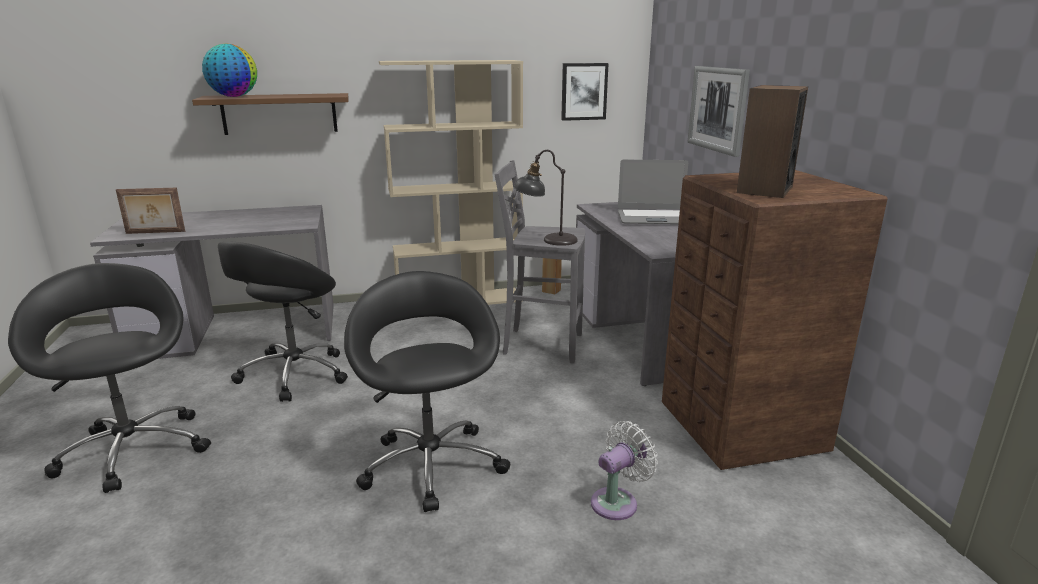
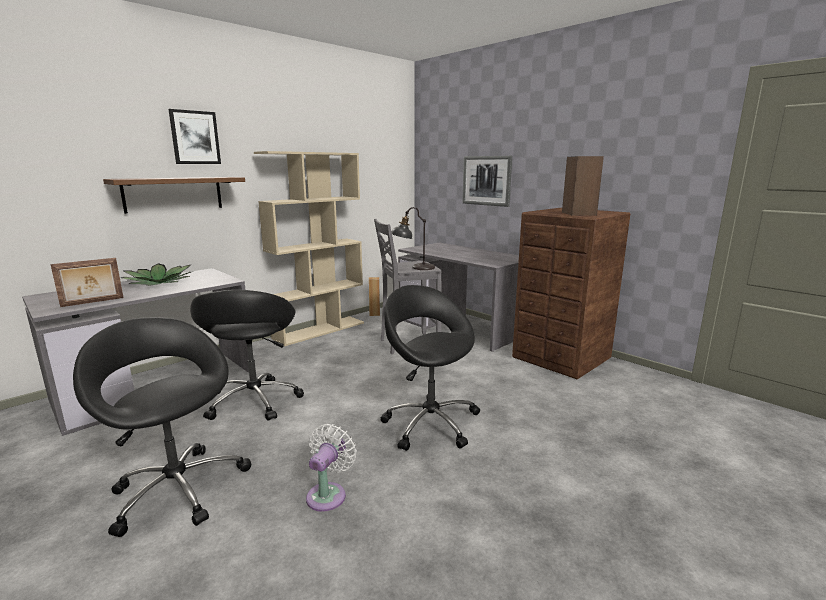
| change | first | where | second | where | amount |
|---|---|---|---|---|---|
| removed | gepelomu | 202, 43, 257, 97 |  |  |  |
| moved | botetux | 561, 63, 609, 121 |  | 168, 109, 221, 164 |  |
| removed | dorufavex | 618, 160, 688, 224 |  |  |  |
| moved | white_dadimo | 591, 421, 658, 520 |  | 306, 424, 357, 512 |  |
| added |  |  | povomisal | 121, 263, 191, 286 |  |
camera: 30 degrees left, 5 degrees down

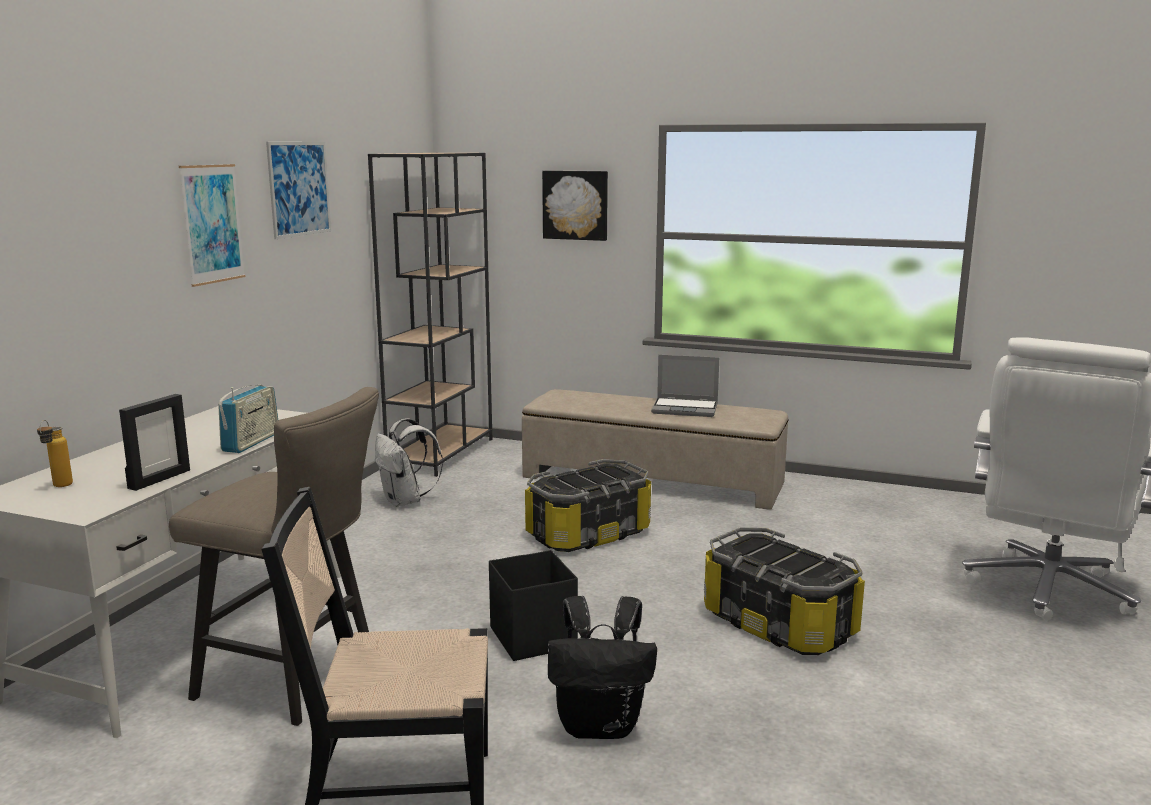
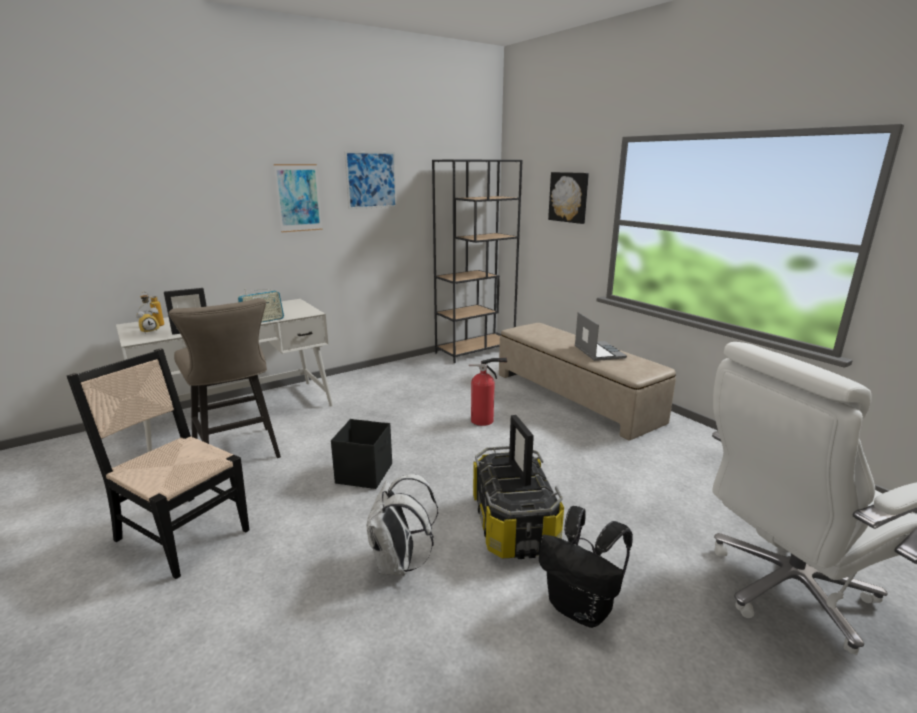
| change | first | where | second | where | amount |
|---|---|---|---|---|---|
| turned | dorufavex | 651, 355, 719, 417 |  | 575, 312, 627, 361 | 150 degrees counterclockwise |
| moved | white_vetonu | 375, 418, 443, 507 |  | 367, 474, 438, 576 |  |
| replaced | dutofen | 525, 459, 651, 552 | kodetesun | 469, 358, 507, 426 |  |
| moved | black_vetonu | 548, 596, 657, 739 |  | 539, 506, 633, 628 |  |
| added |  |  | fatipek | 136, 302, 160, 334 |  |
| added |  |  | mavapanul | 509, 415, 534, 486 |  |
camera: 35 degrees right, 5 degrees up

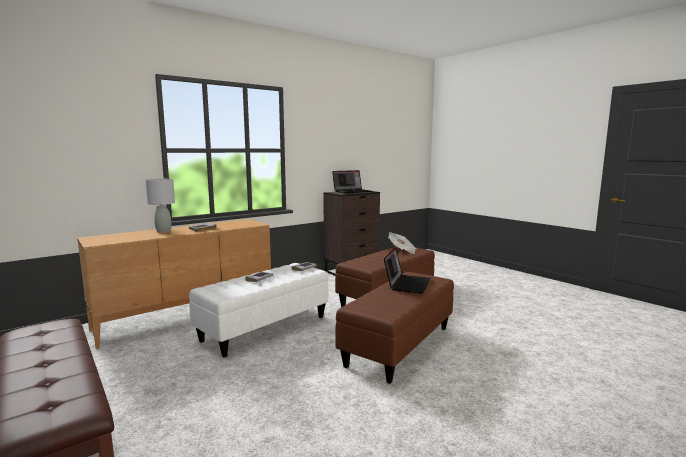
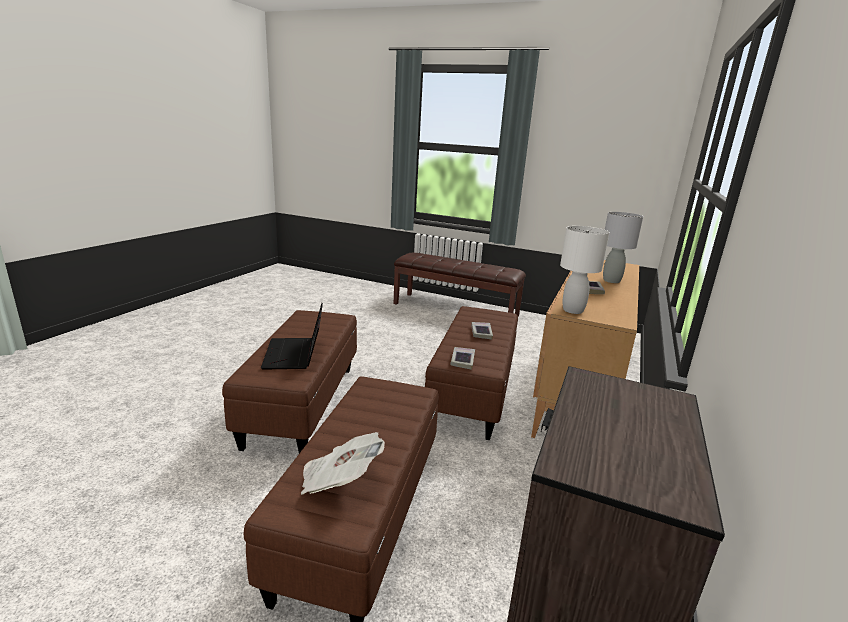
| change | first | where | second | where | amount |
|---|---|---|---|---|---|
| removed | dorufavex | 332, 170, 371, 193 |  |  |  |
| recoloured | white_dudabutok | 189, 263, 329, 357 | brown_dudabutok | 425, 306, 518, 440 |  |
| added |  |  | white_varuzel | 560, 226, 610, 314 |  |
camera: 150 degrees right, 10 degrees up

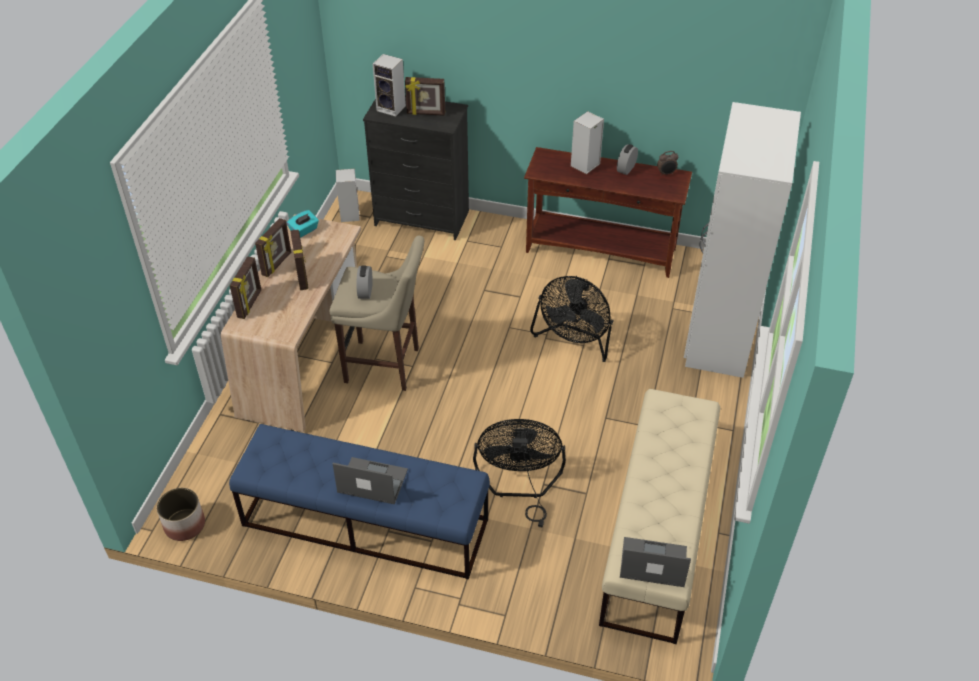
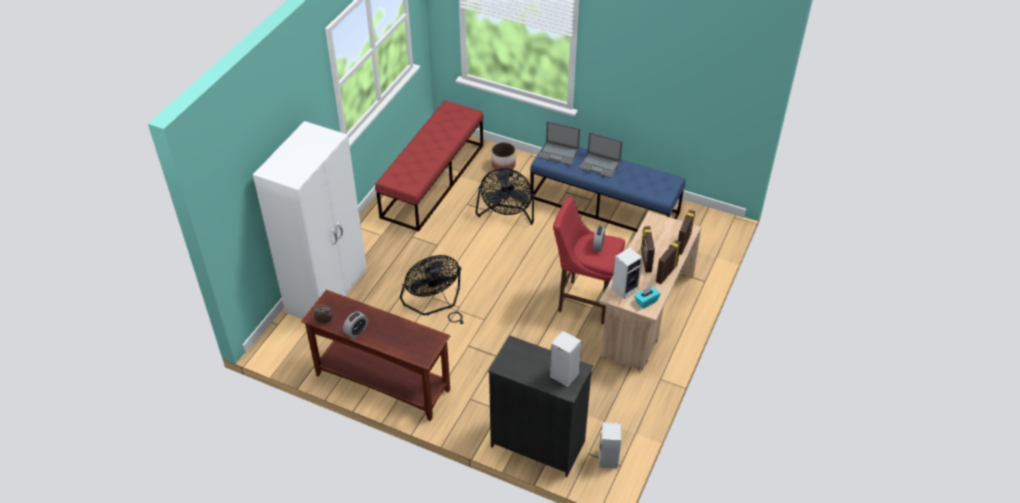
| change | first | where | second | where | amount |
|---|---|---|---|---|---|
| removed | mavapanul | 405, 77, 445, 116 |  |  |  |
| moved | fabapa | 571, 111, 604, 174 |  | 612, 247, 643, 299 |  |
| recoloured | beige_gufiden | 330, 236, 424, 391 | red_gufiden | 553, 197, 625, 324 |  |
| turned | black_dadimo | 530, 276, 614, 362 |  | 400, 255, 463, 325 | 60 degrees counterclockwise |
| recoloured | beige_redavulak | 599, 389, 720, 644 | red_redavulak | 375, 101, 484, 232 |  |
| moved | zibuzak | 157, 488, 205, 541 |  | 492, 142, 516, 172 |  |
| moved | dorufavex | 620, 537, 691, 587 |  | 538, 121, 580, 165 |  |
camera: 170 degrees left, 0 degrees up

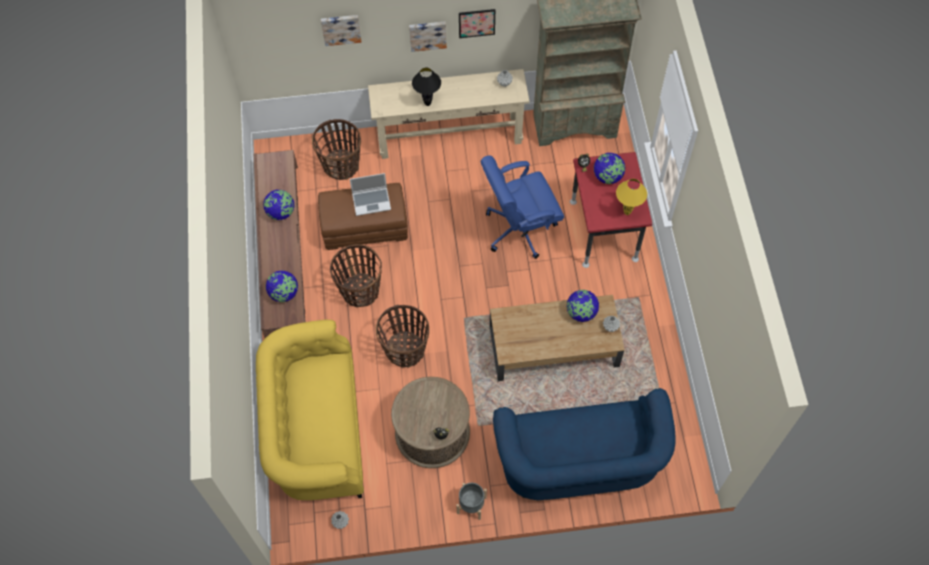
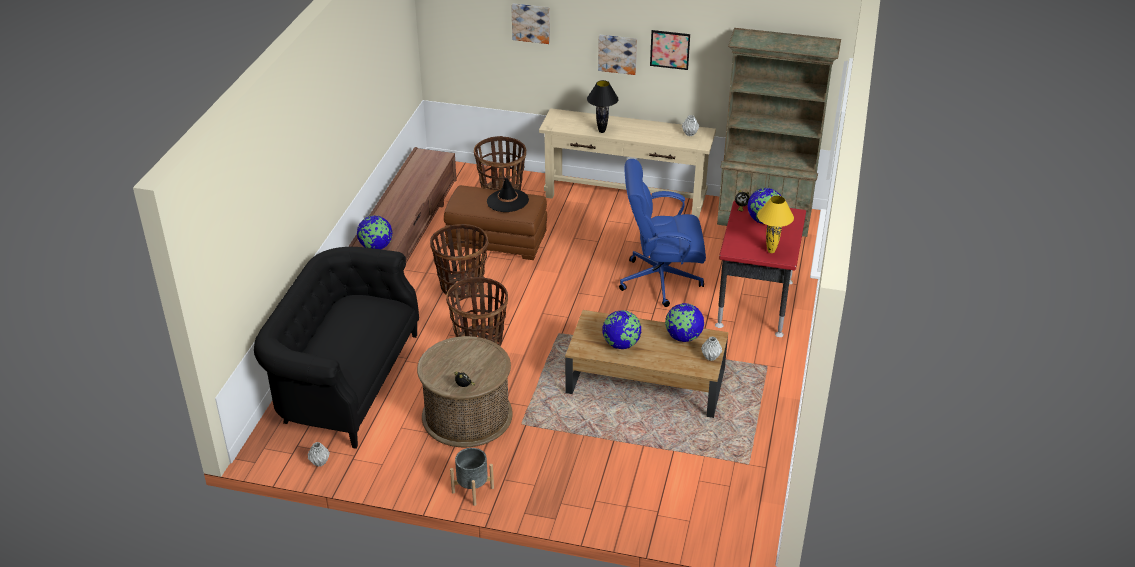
| change | first | where | second | where | amount |
|---|---|---|---|---|---|
| replaced | dorufavex | 350, 173, 391, 216 | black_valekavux | 487, 178, 529, 212 |  |
| moved | gepelomu | 263, 190, 295, 220 |  | 602, 310, 641, 349 |  |
| recoloured | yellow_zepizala | 256, 320, 364, 500 | black_zepizala | 254, 247, 419, 449 |  |
| removed | blue_zepizala | 493, 388, 676, 500 |  |  |  |
camera: 20 degrees right, 25 degrees down

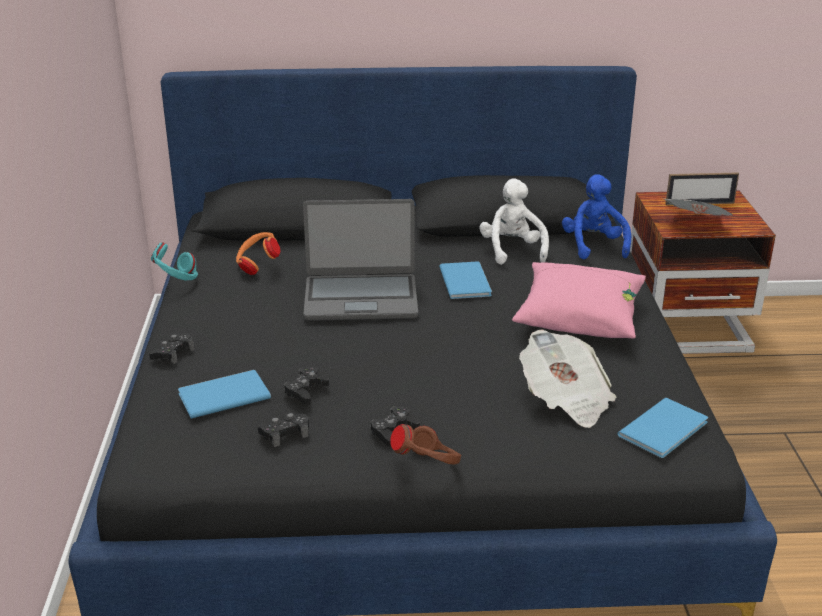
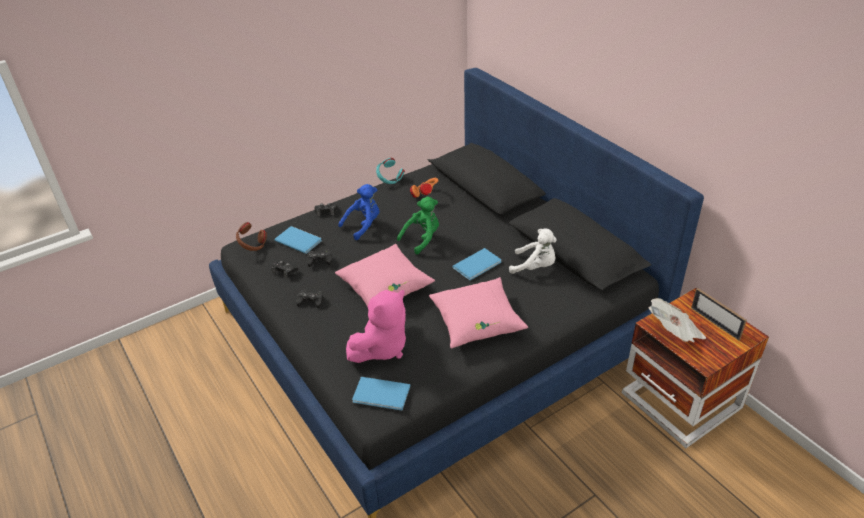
| change | first | where | second | where | amount |
|---|---|---|---|---|---|
| moved | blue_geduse | 562, 174, 631, 259 |  | 338, 184, 379, 240 |  |
| turned | white_geduse | 479, 179, 549, 265 |  | 509, 228, 557, 274 | 60 degrees clockwise |
| replaced | dorufavex | 303, 199, 418, 321 | green_geduse | 397, 197, 439, 255 |  |
| replaced | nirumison | 519, 330, 616, 428 | pink_geduse | 346, 290, 406, 363 |  |
| moved | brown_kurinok | 390, 424, 461, 465 |  | 236, 222, 267, 251 |  |
| added |  |  | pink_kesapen | 335, 244, 435, 307 |  |
camera: 60 degrees right, 10 degrees up

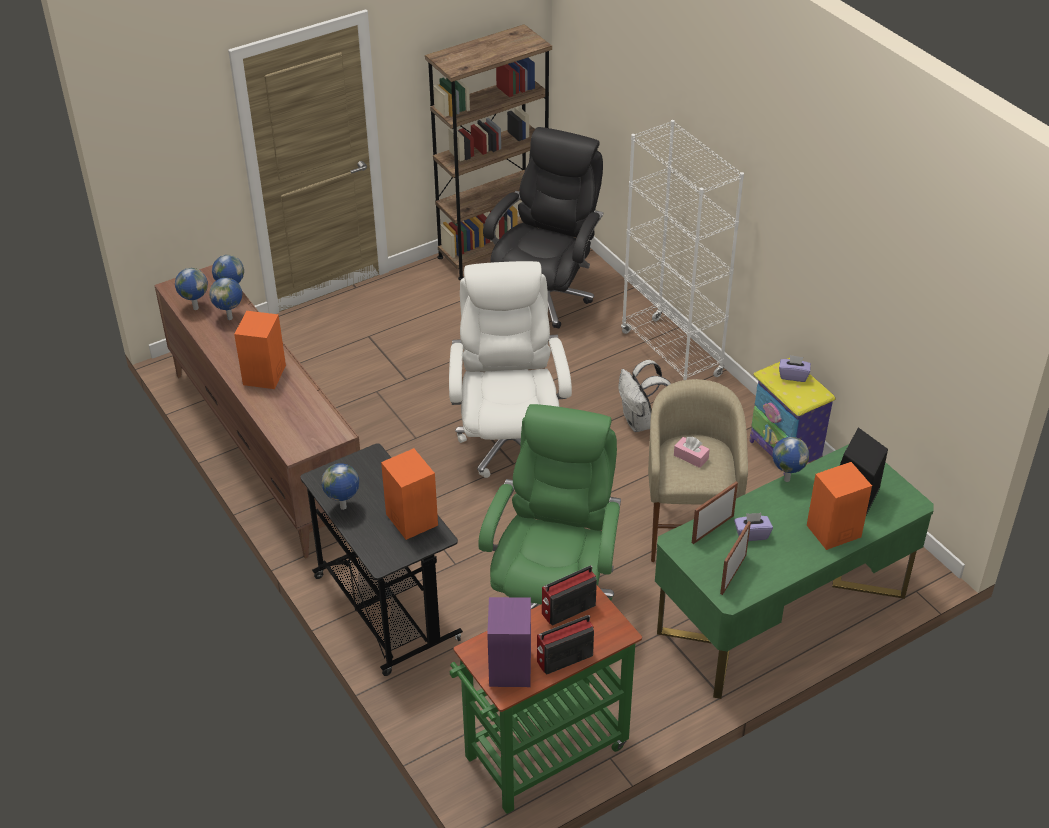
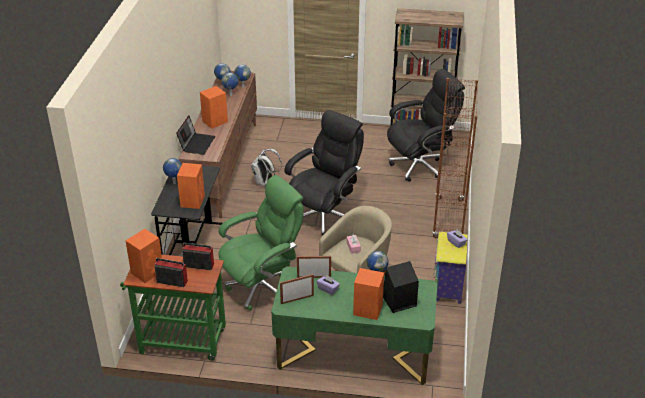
| change | first | where | second | where | amount |
|---|---|---|---|---|---|
| recoloured | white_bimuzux | 621, 120, 744, 380 | brown_bimuzux | 432, 78, 478, 238 |  |
| recoloured | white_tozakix | 449, 261, 572, 478 | black_tozakix | 284, 110, 364, 235 |  |
| moved | white_vetonu | 618, 360, 671, 432 |  | 251, 149, 282, 186 |  |
| recoloured | purple_fabapa | 487, 597, 531, 687 | orange_fabapa | 125, 229, 162, 283 |  |
| added |  |  | dorufavex | 176, 116, 215, 155 |  |
camera: 40 degrees right, 5 degrees down

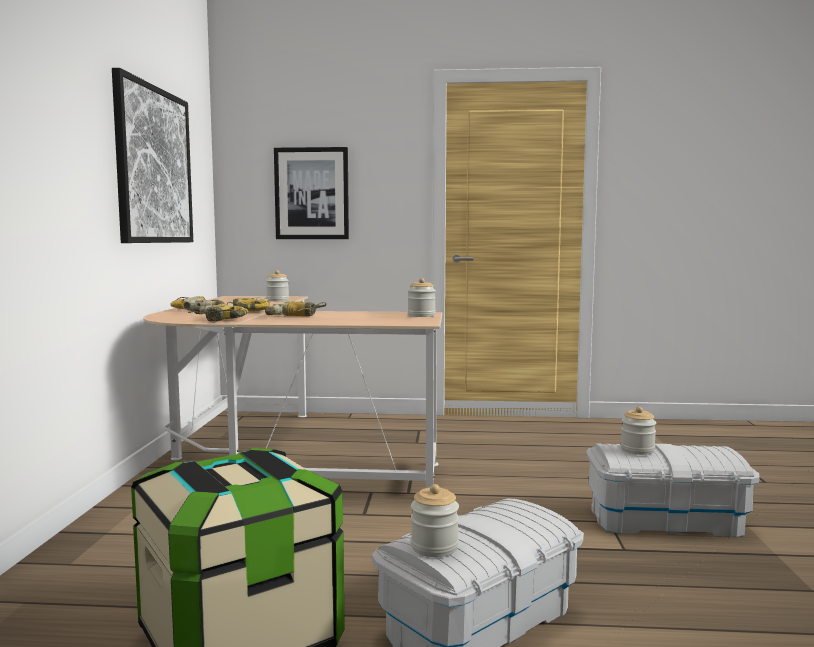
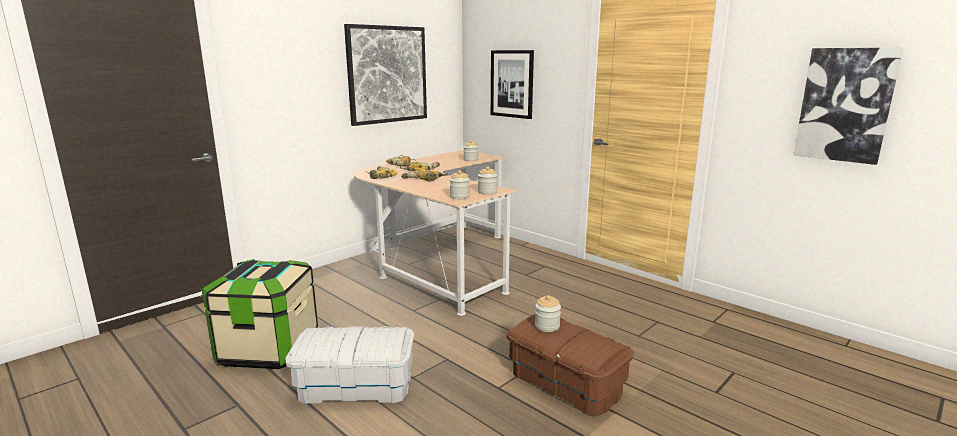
| change | first | where | second | where | amount |
|---|---|---|---|---|---|
| recoloured | white_dutofen | 586, 444, 760, 537 | brown_dutofen | 506, 314, 634, 417 |  |
| moved | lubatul | 411, 484, 459, 557 |  | 450, 170, 470, 199 |  |
| added |  |  | botetux | 793, 48, 903, 165 |  |
camera: 40 degrees right, 10 degrees up

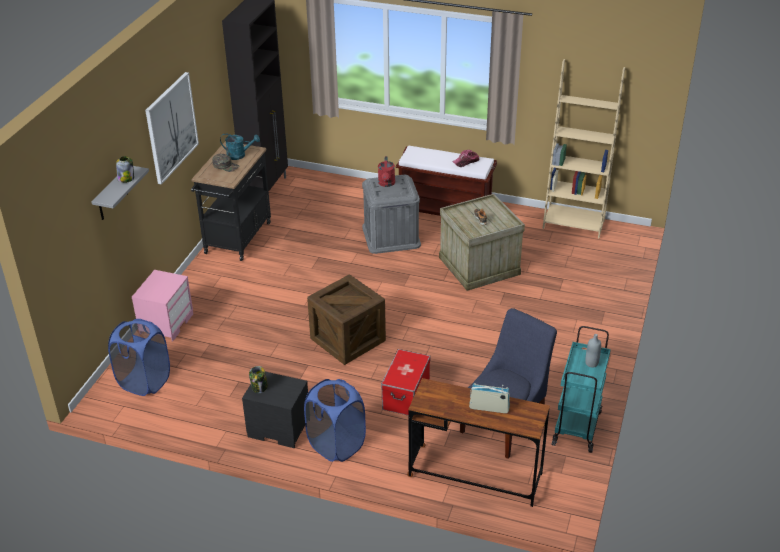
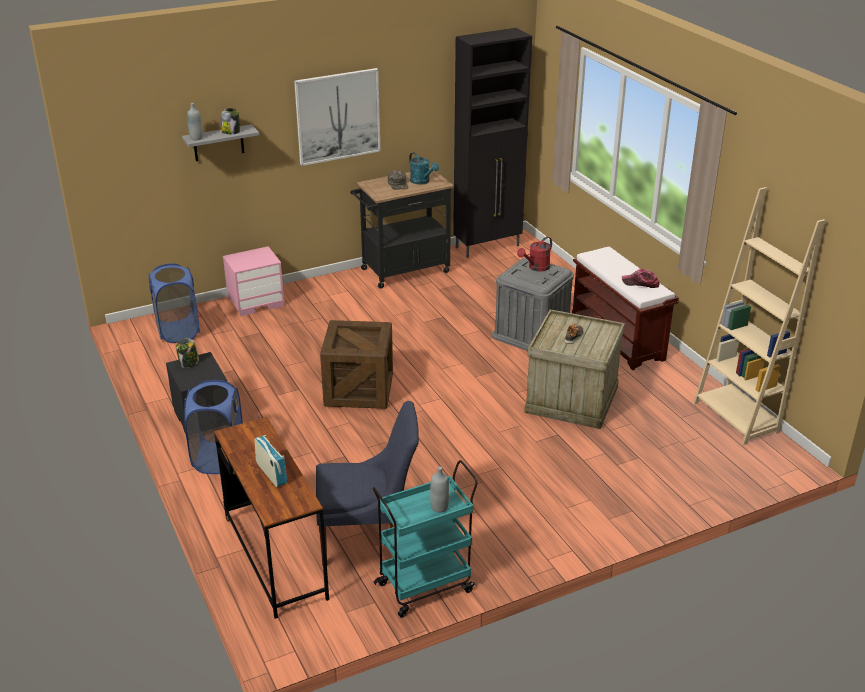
| change | first | where | second | where | amount |
|---|---|---|---|---|---|
| removed | dutofen | 381, 349, 430, 415 |  |  |  |
| added |  |  | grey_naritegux | 187, 103, 203, 141 |  |
camera: 45 degrees right, 5 degrees down

